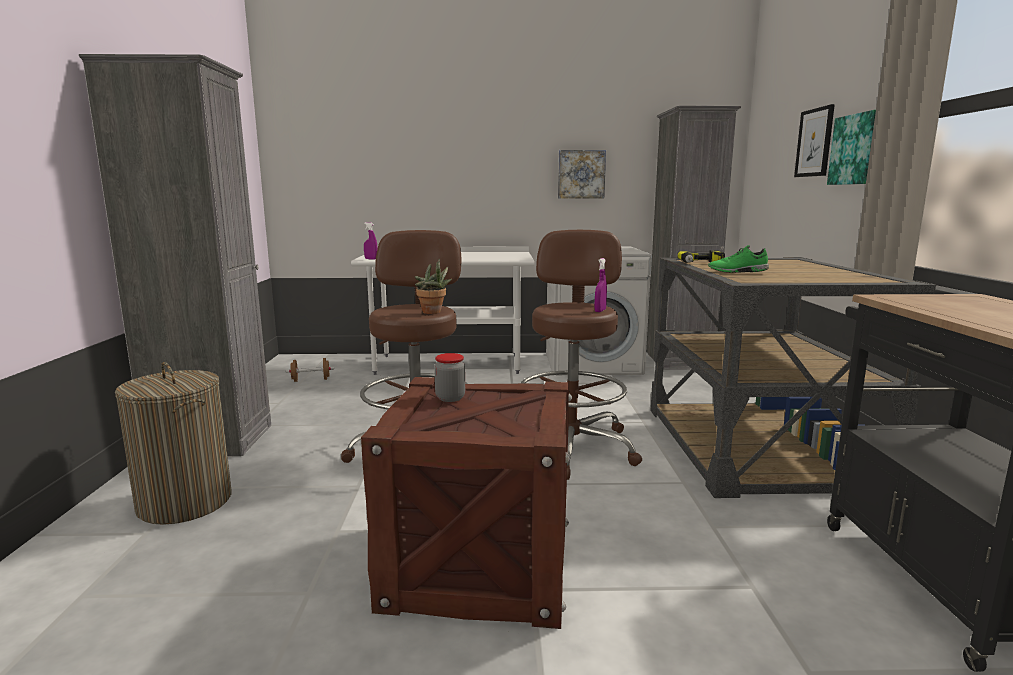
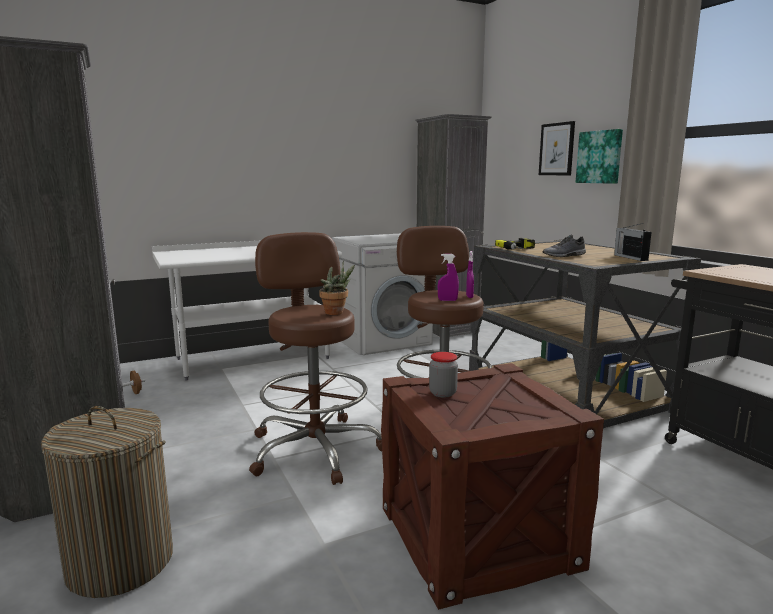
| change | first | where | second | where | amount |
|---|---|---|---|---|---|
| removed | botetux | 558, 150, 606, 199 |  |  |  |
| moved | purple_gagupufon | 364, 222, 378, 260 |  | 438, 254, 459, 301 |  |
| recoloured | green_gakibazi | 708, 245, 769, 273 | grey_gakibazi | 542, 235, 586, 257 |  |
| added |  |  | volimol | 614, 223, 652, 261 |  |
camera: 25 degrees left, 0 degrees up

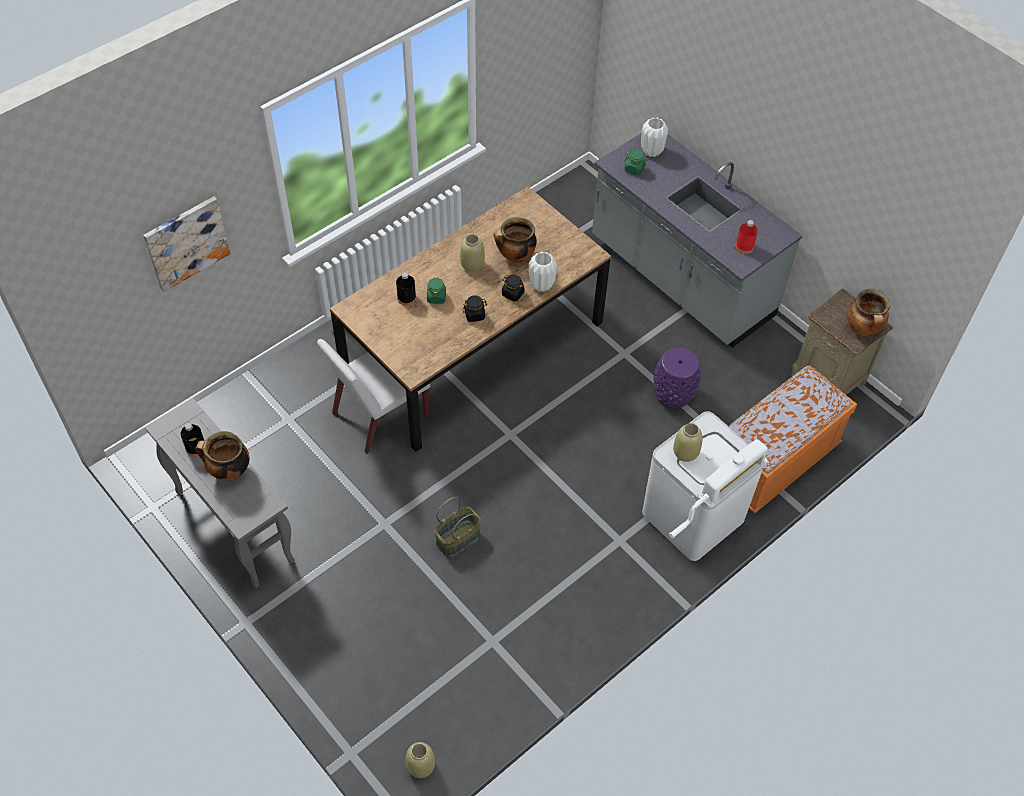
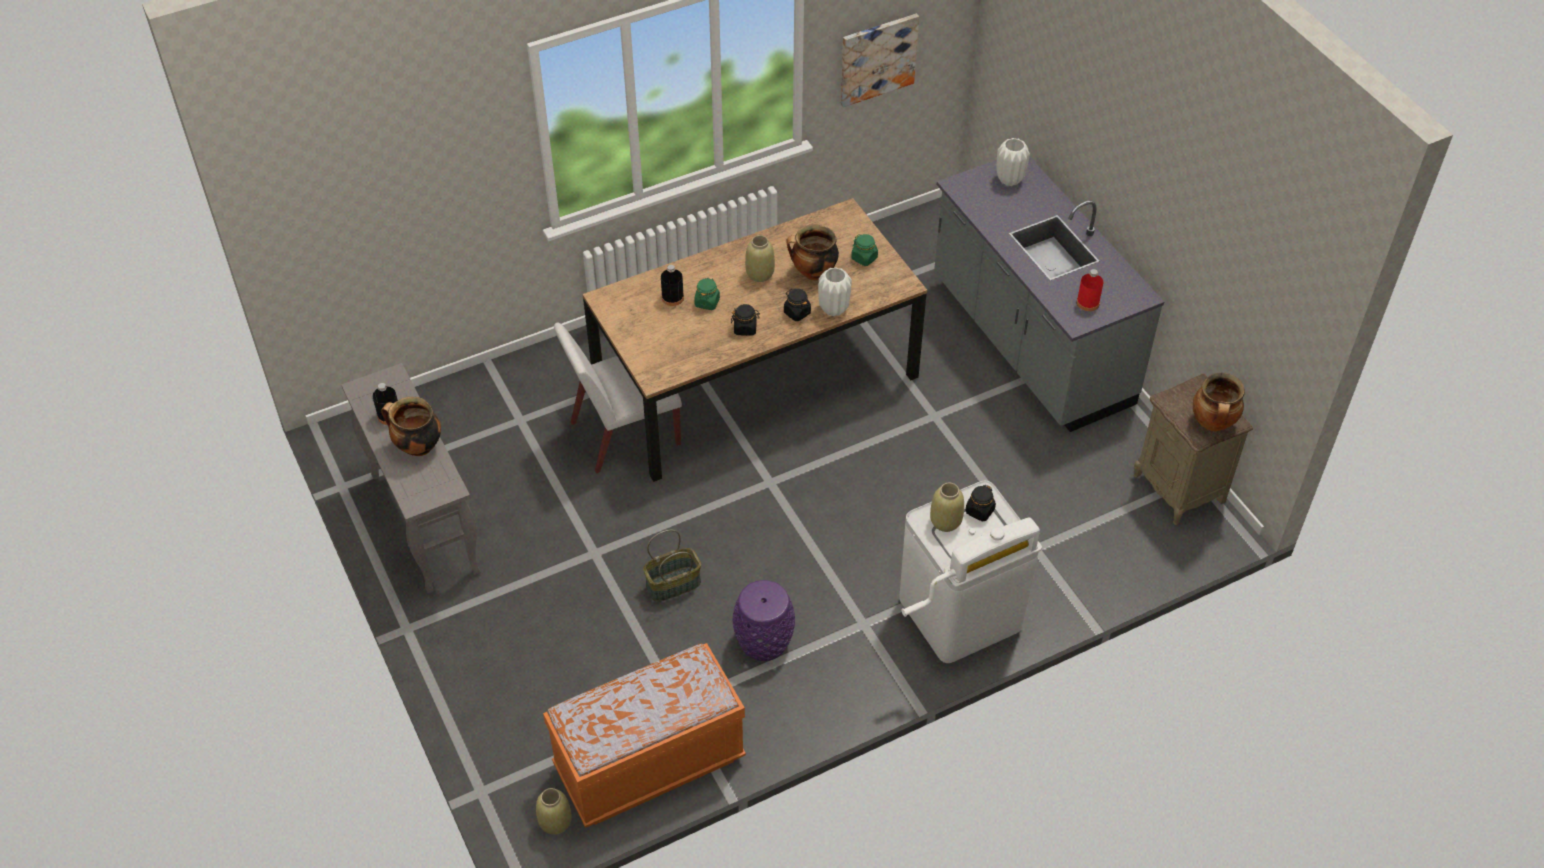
| change | first | where | second | where | amount |
|---|---|---|---|---|---|
| moved | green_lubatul | 624, 150, 647, 176 |  | 851, 234, 878, 266 |  |
| moved | botetux | 143, 197, 231, 292 |  | 841, 14, 919, 107 |  |
| moved | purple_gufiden | 654, 347, 701, 409 |  | 733, 580, 795, 661 |  |
| moved | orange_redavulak | 729, 365, 857, 514 |  | 543, 643, 746, 828 |  |
| added |  |  | black_lubatul | 966, 485, 996, 521 |  |
camera: 15 degrees right, 5 degrees down

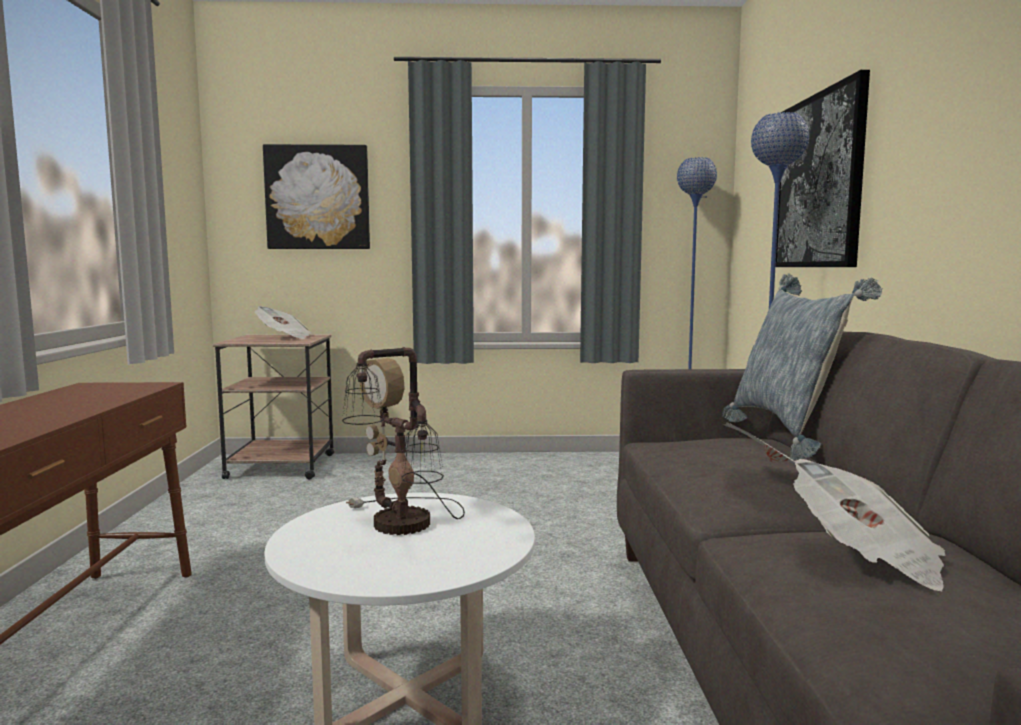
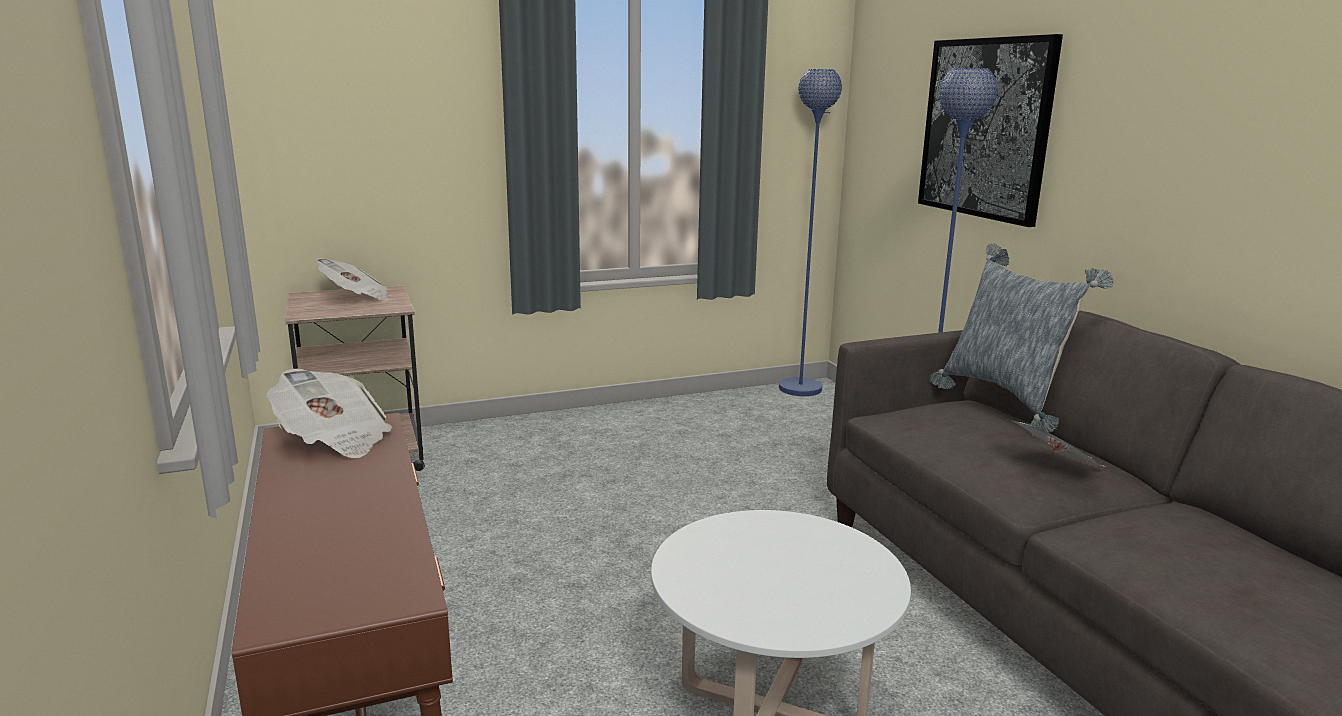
| change | first | where | second | where | amount |
|---|---|---|---|---|---|
| removed | botetux | 263, 144, 370, 249 |  |  |  |
| removed | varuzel | 342, 347, 465, 535 |  |  |  |
| moved | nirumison | 793, 459, 946, 591 |  | 267, 369, 392, 458 |  |
camera: 20 degrees left, 10 degrees up

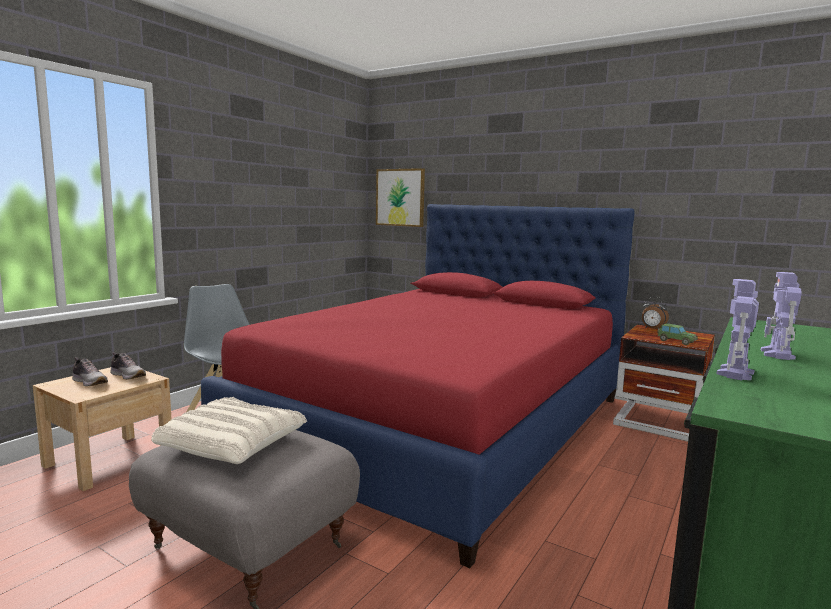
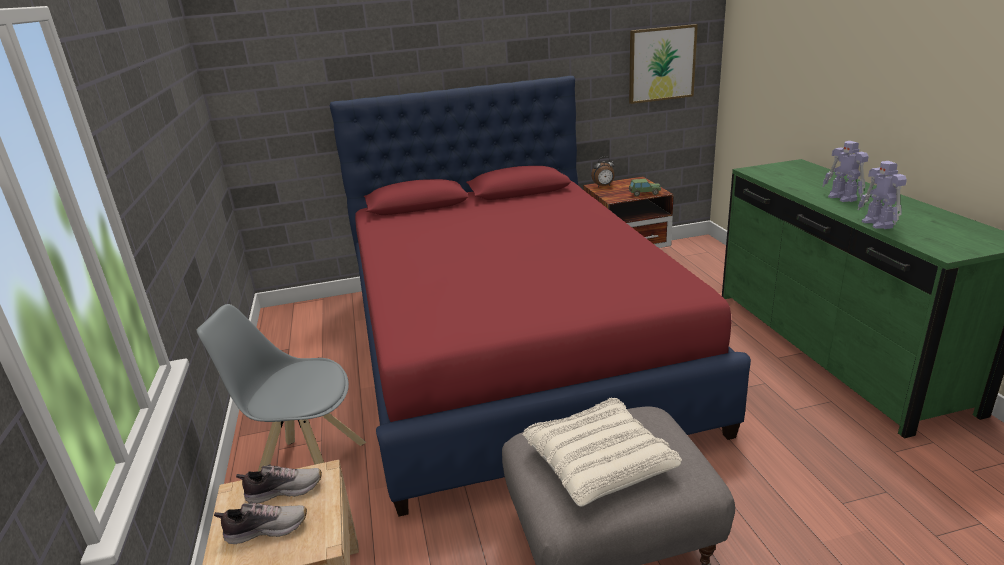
| change | first | where | second | where | amount |
|---|---|---|---|---|---|
| moved | botetux | 376, 168, 425, 227 |  | 629, 24, 698, 104 |  |
camera: 45 degrees left, 15 degrees up

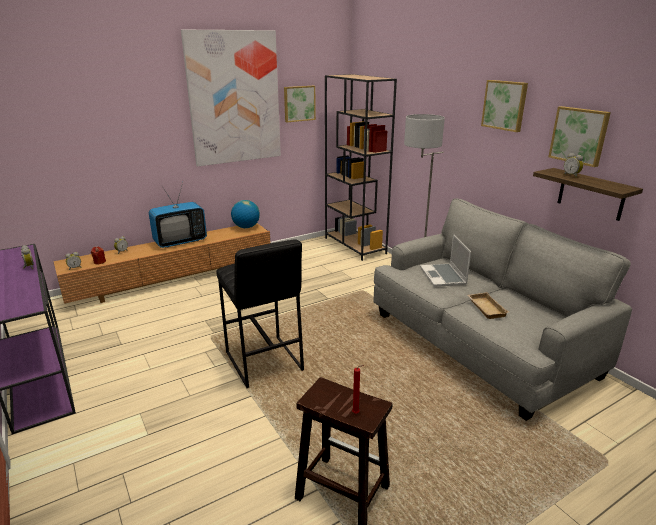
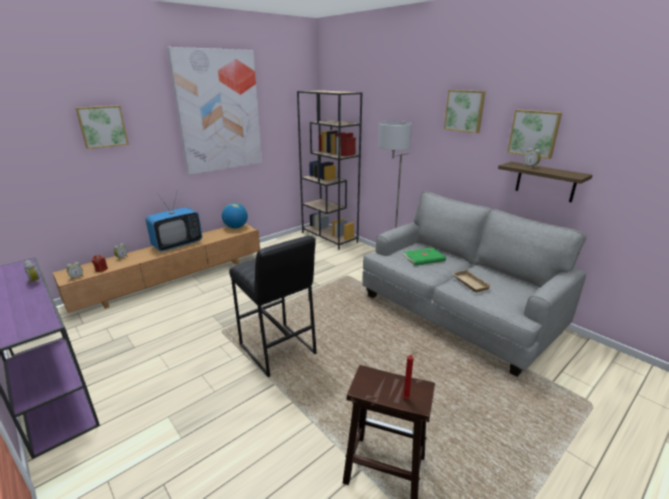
| change | first | where | second | where | amount |
|---|---|---|---|---|---|
| moved | botetux | 284, 86, 316, 122 |  | 76, 105, 129, 149 |  |
| replaced | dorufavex | 420, 234, 471, 287 | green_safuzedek | 403, 248, 446, 266 |  |
camera: 10 degrees left, 0 degrees up

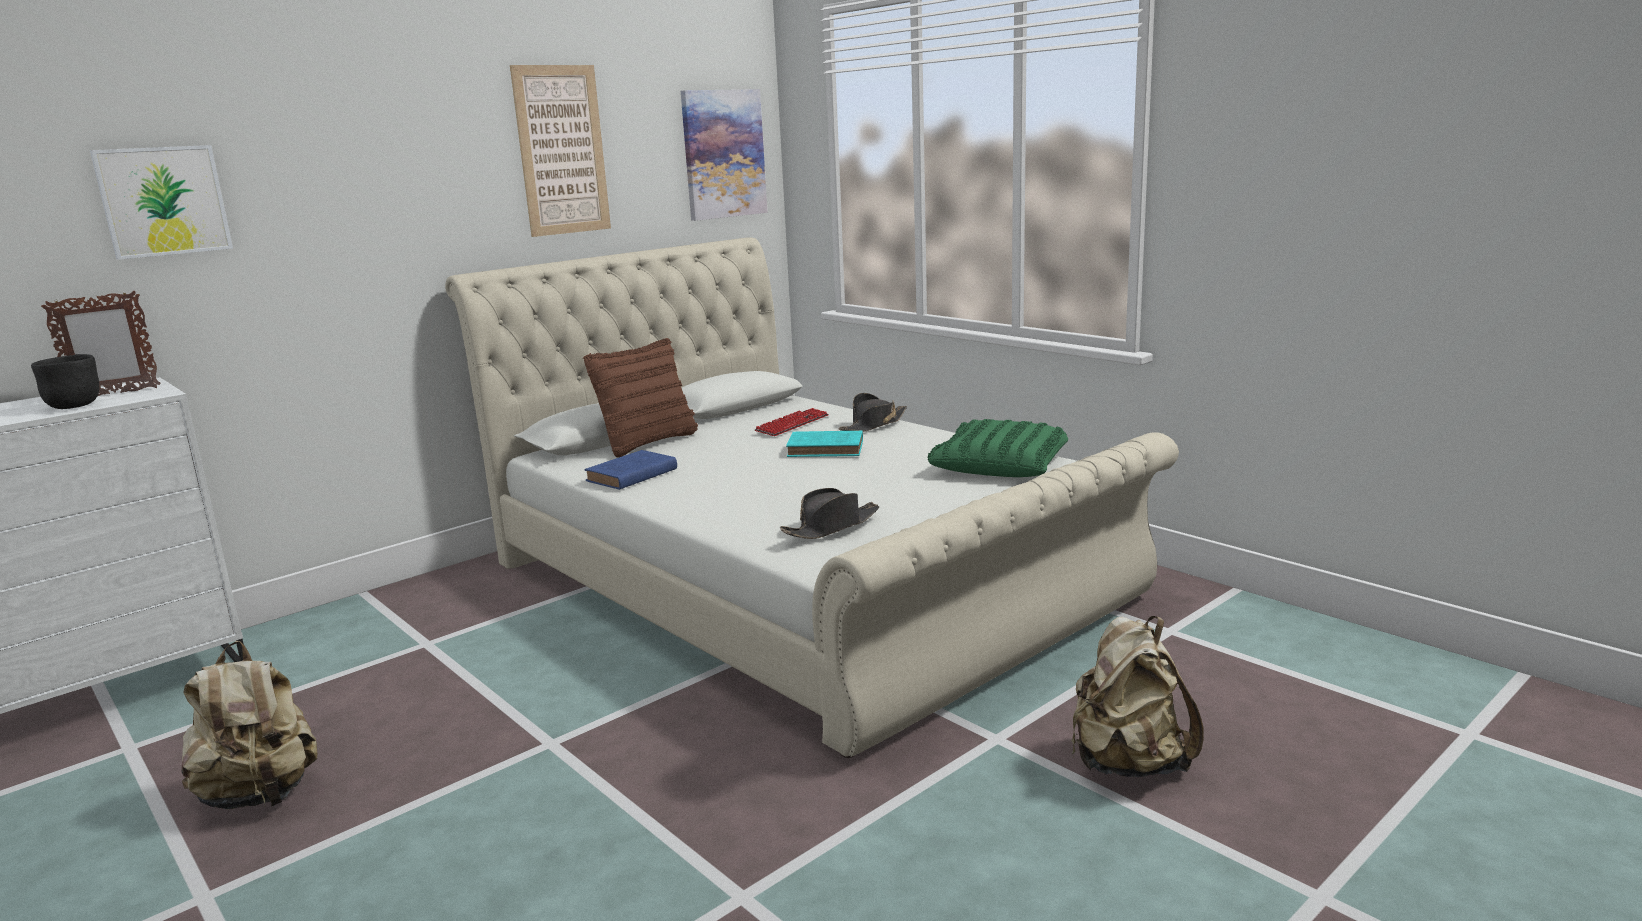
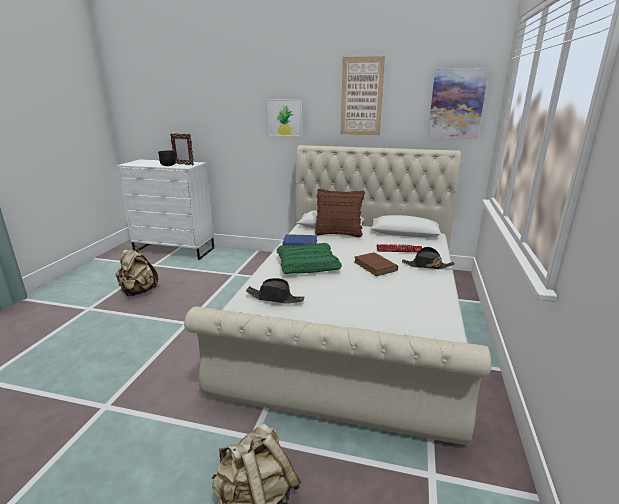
| change | first | where | second | where | amount |
|---|---|---|---|---|---|
| moved | botetux | 90, 145, 233, 260 |  | 268, 99, 303, 137 |  |
| moved | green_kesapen | 927, 419, 1068, 477 |  | 277, 243, 342, 274 |  |
| recoloured | turquoise_safuzedek | 786, 431, 863, 457 | brown_safuzedek | 354, 252, 398, 276 |  |
camera: 55 degrees right, 5 degrees up

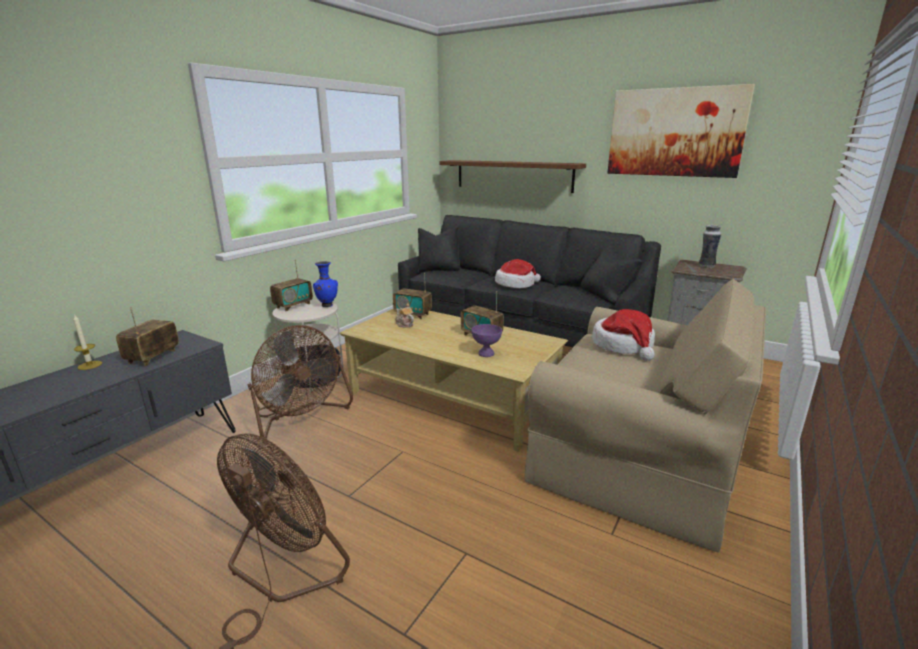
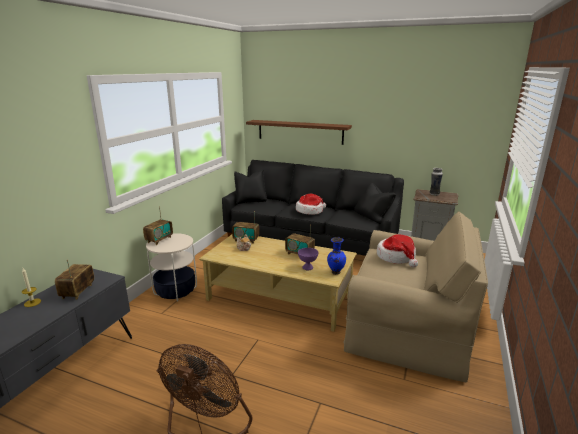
| change | first | where | second | where | amount |
|---|---|---|---|---|---|
| removed | botetux | 608, 84, 755, 178 |  |  |  |
| moved | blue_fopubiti | 313, 261, 338, 307 |  | 327, 237, 346, 275 |  |
| removed | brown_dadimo | 248, 325, 353, 443 |  |  |  |
camera: 10 degrees left, 0 degrees up

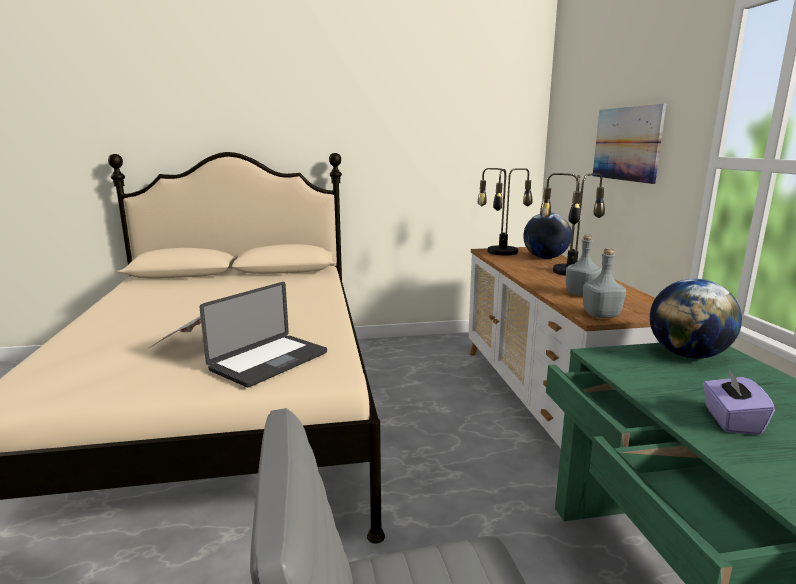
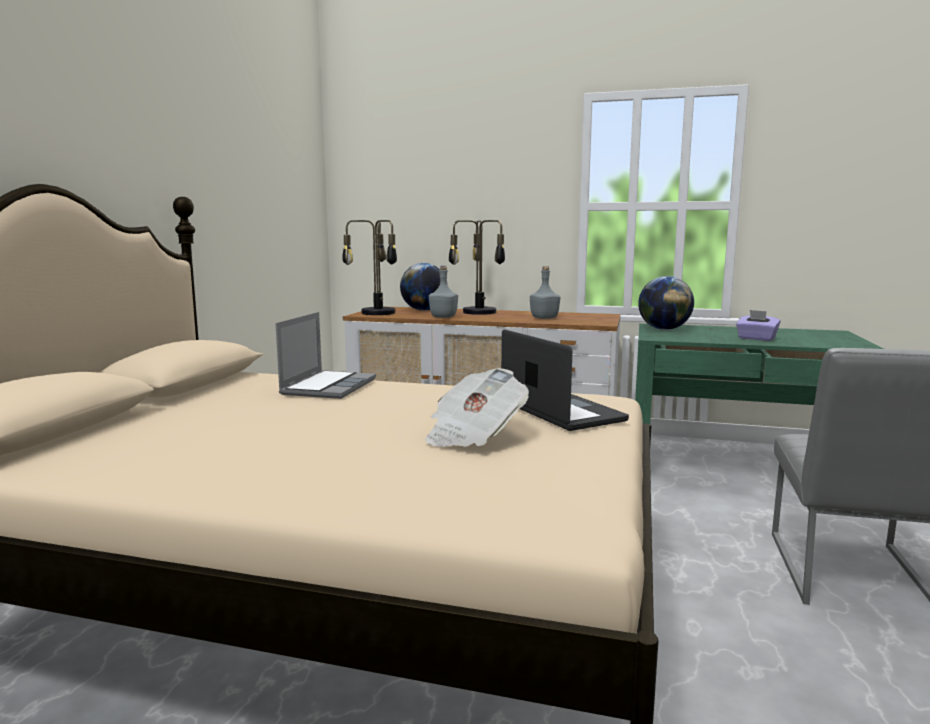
| change | first | where | second | where | amount |
|---|---|---|---|---|---|
| removed | botetux | 593, 104, 666, 184 |  |  |  |
| moved | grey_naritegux | 583, 248, 626, 318 |  | 429, 266, 458, 318 |  |
| added |  |  | dorufavex | 275, 312, 376, 399 |  |
camera: 65 degrees left, 5 degrees down

